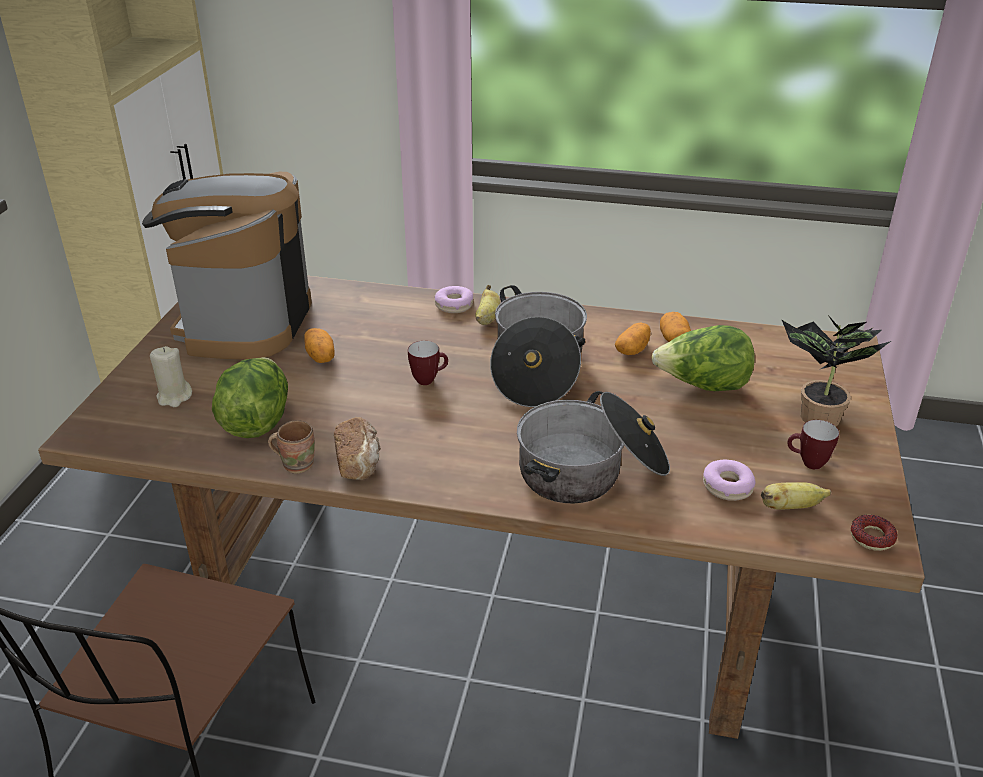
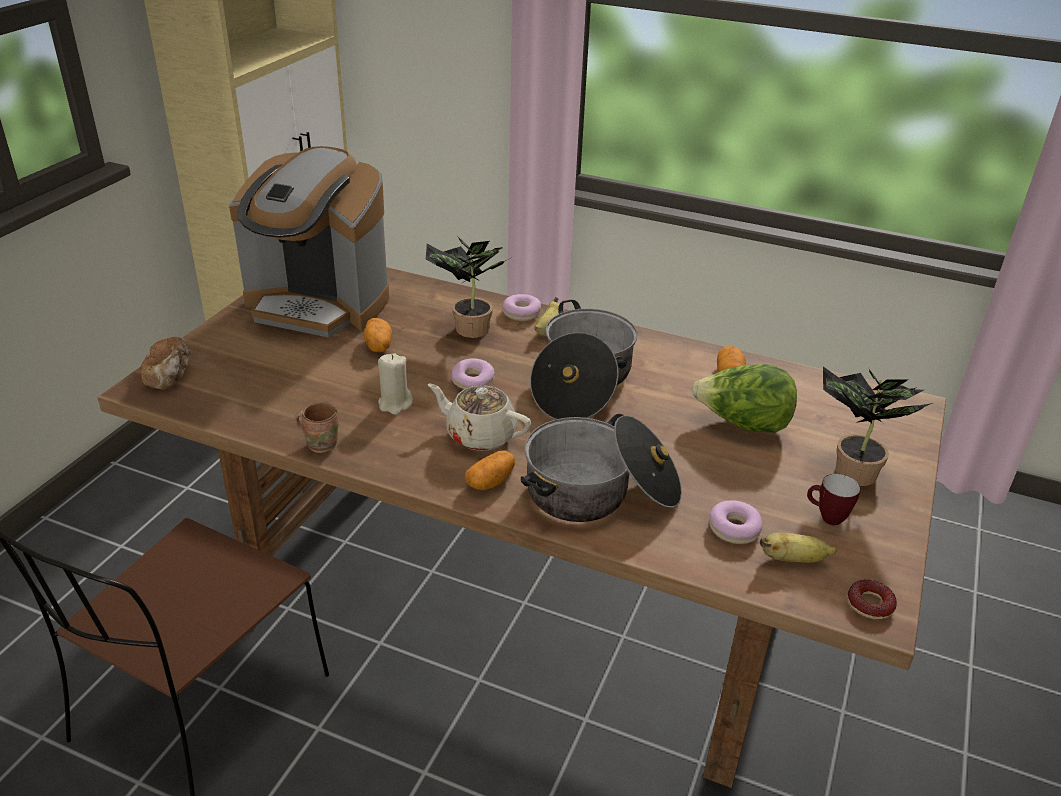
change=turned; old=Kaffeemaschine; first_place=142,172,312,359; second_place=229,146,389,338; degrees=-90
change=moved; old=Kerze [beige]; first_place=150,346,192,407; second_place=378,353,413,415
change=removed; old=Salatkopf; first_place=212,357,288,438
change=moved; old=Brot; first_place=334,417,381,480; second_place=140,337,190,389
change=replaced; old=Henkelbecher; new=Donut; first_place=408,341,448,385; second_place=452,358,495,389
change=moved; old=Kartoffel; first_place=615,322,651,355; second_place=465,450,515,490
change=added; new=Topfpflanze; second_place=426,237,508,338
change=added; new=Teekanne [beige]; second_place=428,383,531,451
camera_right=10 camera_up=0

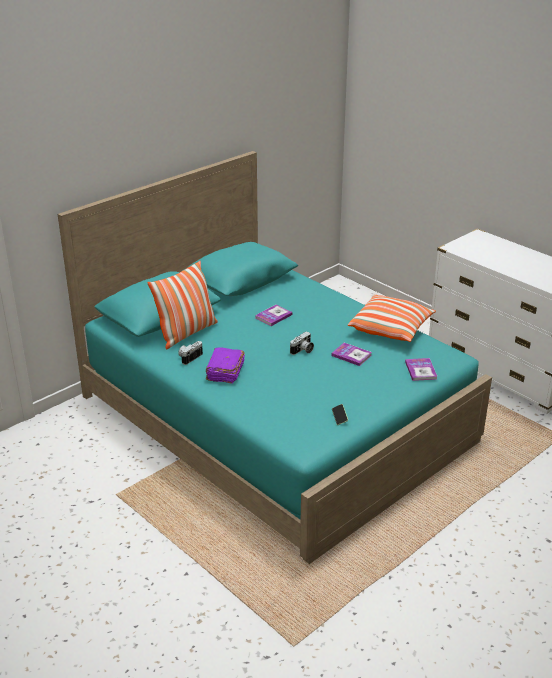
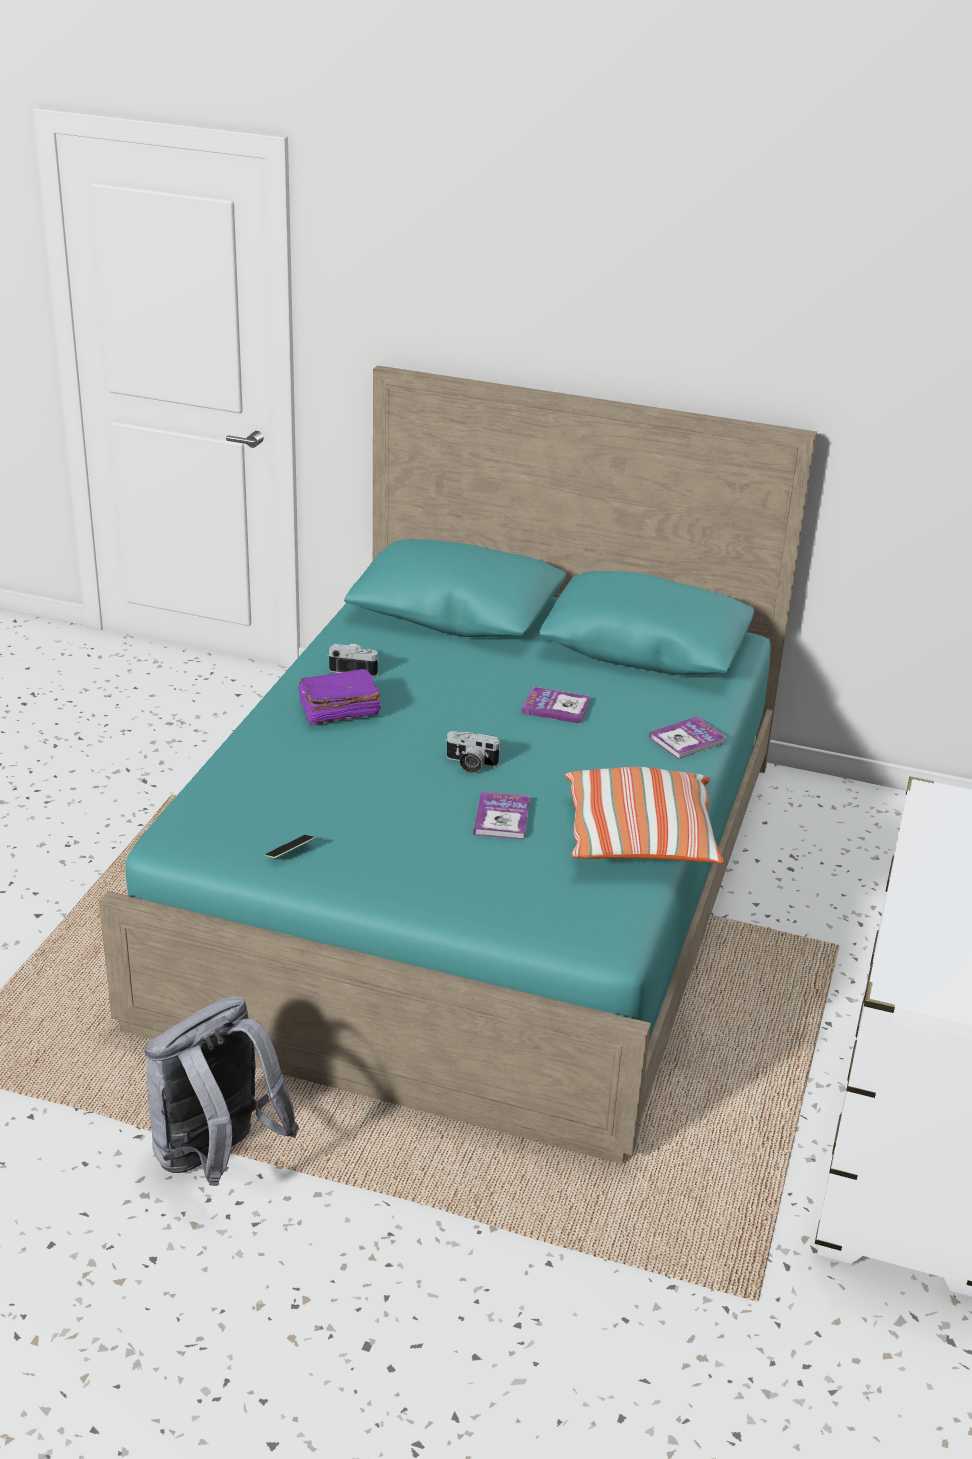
change=removed; old=Kissen; first_place=148,261,218,349
change=moved; old=Buch; first_place=405,358,438,381; second_place=649,716,727,760
change=added; new=Rucksack [grau]; second_place=144,996,299,1186
camera_right=60 camera_up=0

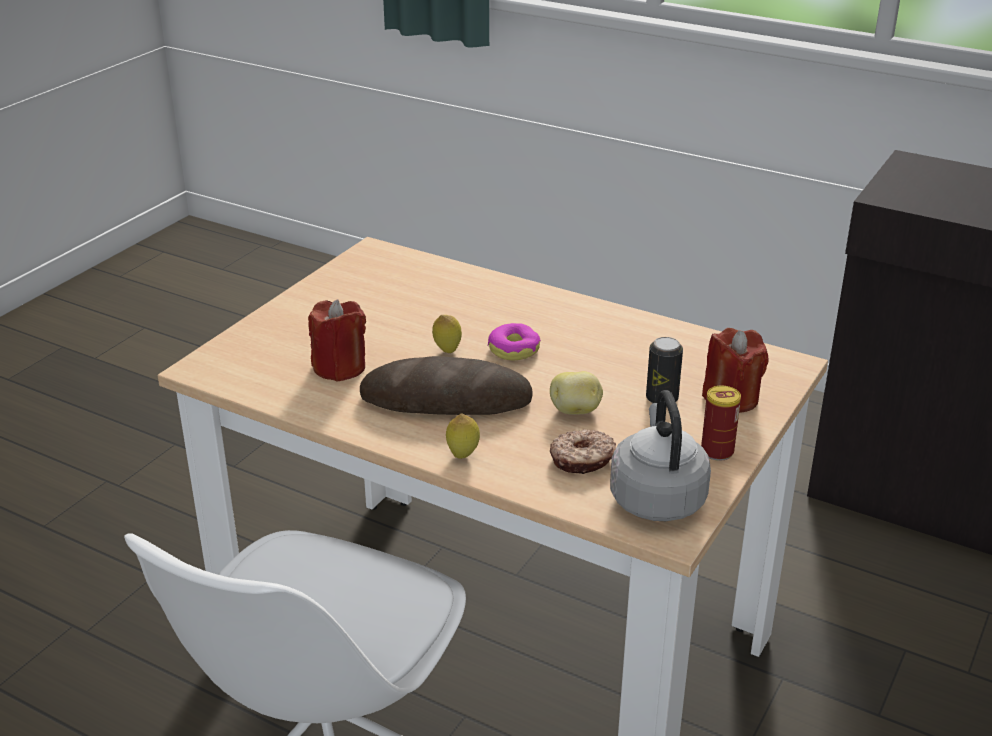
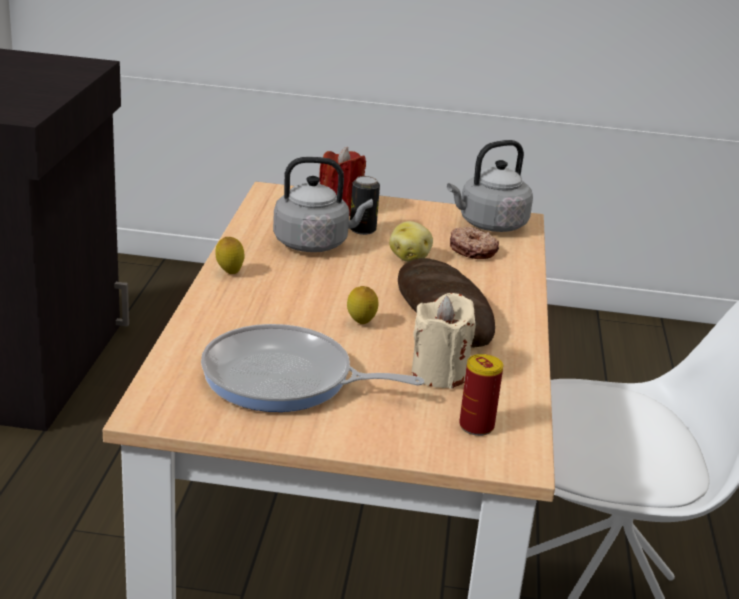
change=recoloured; old=Kerze [rot]; new=Kerze [beige]; first_place=308,299,366,382; second_place=412,293,476,389
change=moved; old=Zitrone; first_place=446,413,480,459; second_place=215,237,245,274
change=removed; old=Donut; first_place=488,323,541,360
change=moved; old=Dose; first_place=701,386,741,461; second_place=459,354,503,436
change=added; new=Pfanne; second_place=201,324,424,412
change=added; new=Wasserkessel [grau]; second_place=273,157,373,252
camera_right=-115 camera_up=-5

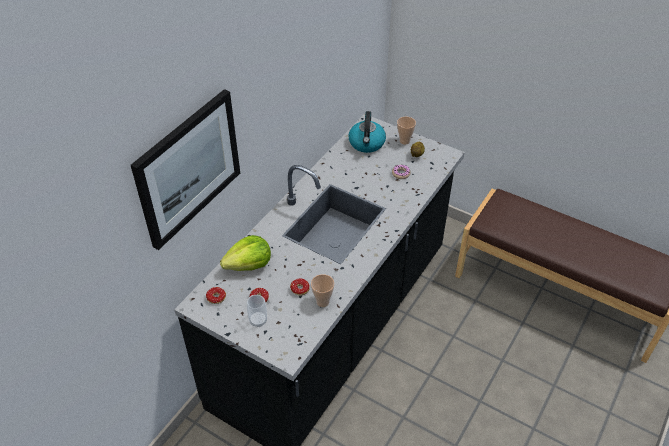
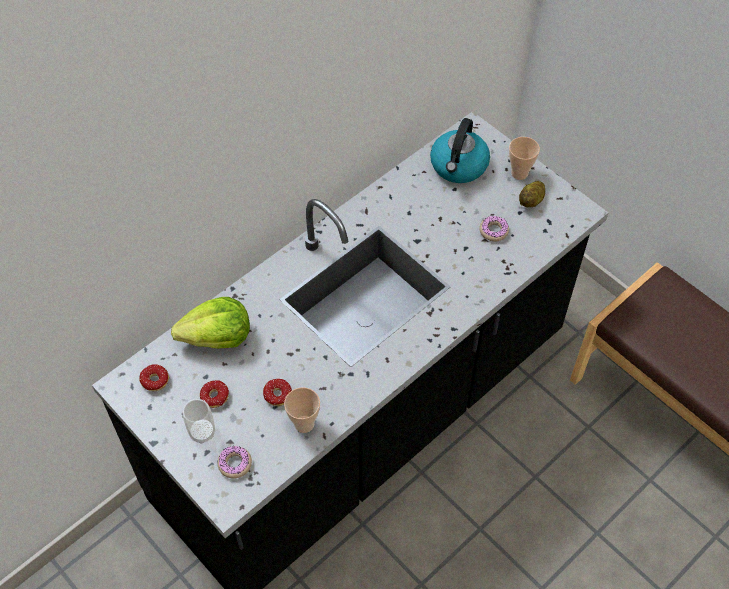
change=removed; old=Bild; first_place=131,89,240,250
change=added; new=Donut; second_place=218,446,252,479
camera_right=15 camera_up=10

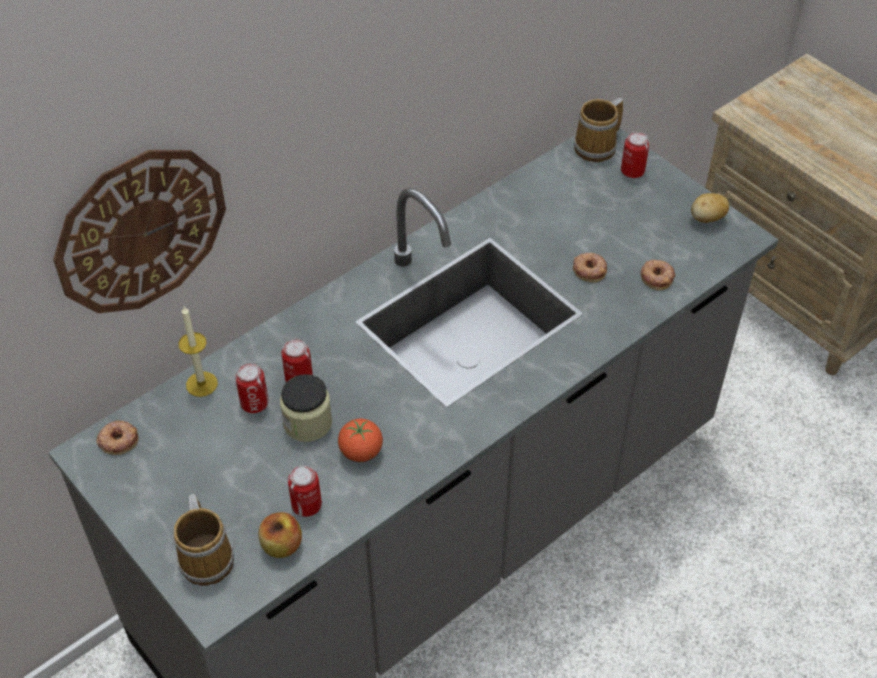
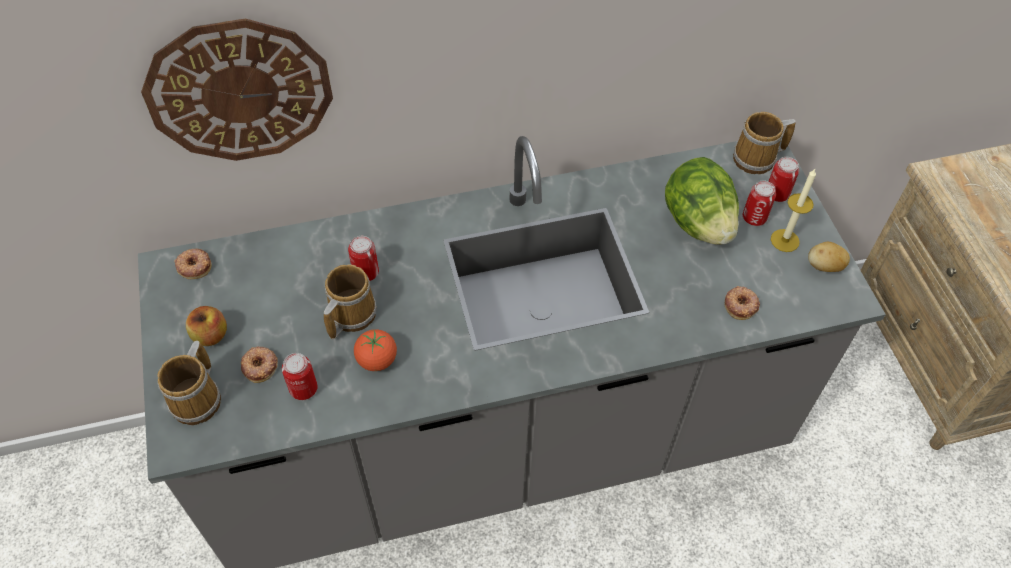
change=moved; old=Kerze; first_place=178,306,218,397; second_place=771,169,816,252
change=moved; old=Dose; first_place=235,363,269,413; second_place=743,180,776,226
change=moved; old=Apfel; first_place=258,512,302,558; second_place=186,306,227,346
change=replaced; old=Vorratsglas; new=Henkelbecher; first_place=280,374,332,442; second_place=324,264,377,339
change=moved; old=Donut; first_place=573,253,607,282; second_place=240,347,278,383
change=added; new=Salatkopf; second_place=665,157,739,245
camera_right=25 camera_up=5

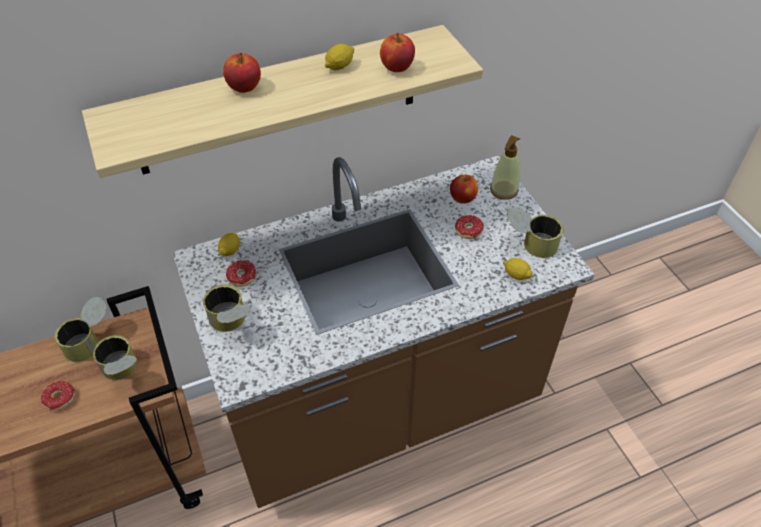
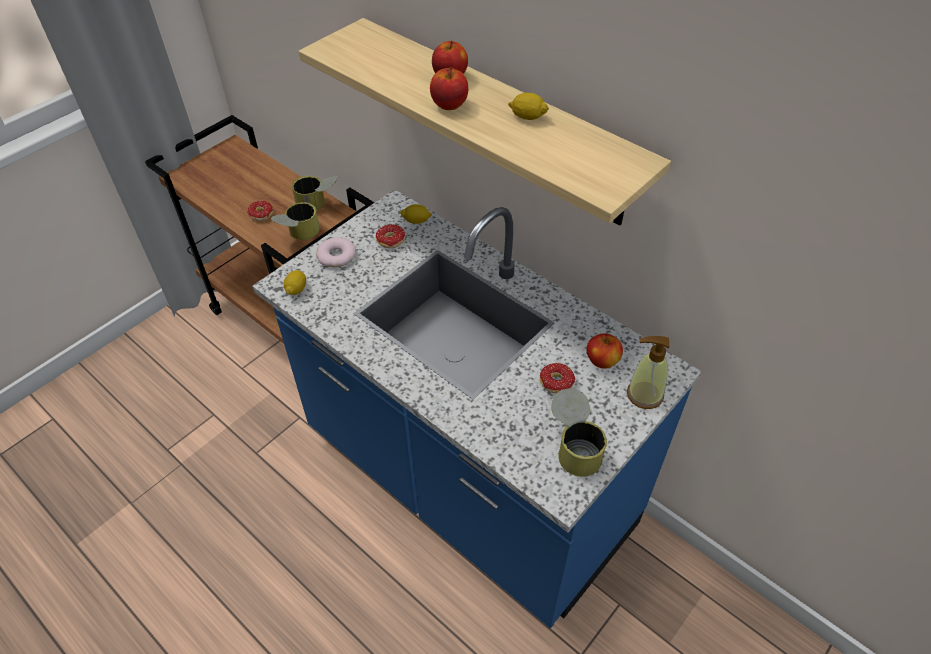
change=recoloured; old=Küchenzeile [braun]; new=Küchenzeile [blau]; first_place=172,156,595,508; second_place=252,189,702,628
change=replaced; old=Dose; new=Donut; first_place=203,284,251,332; second_place=316,238,356,267
change=moved; old=Apfel; first_place=380,32,415,72; second_place=430,67,468,110
change=moved; old=Zitrone; first_place=503,258,533,280; second_place=284,270,306,295
camera_right=65 camera_up=0

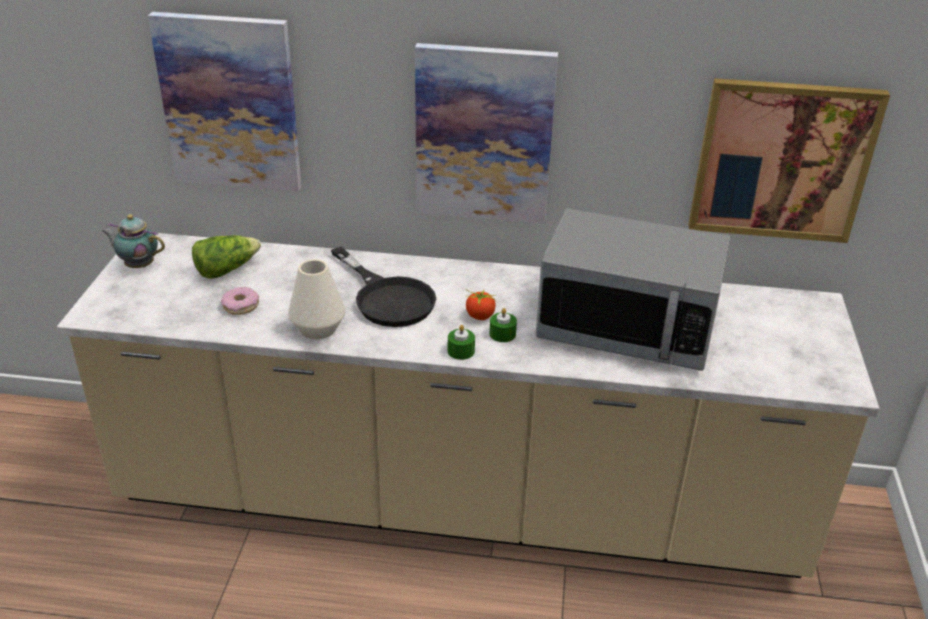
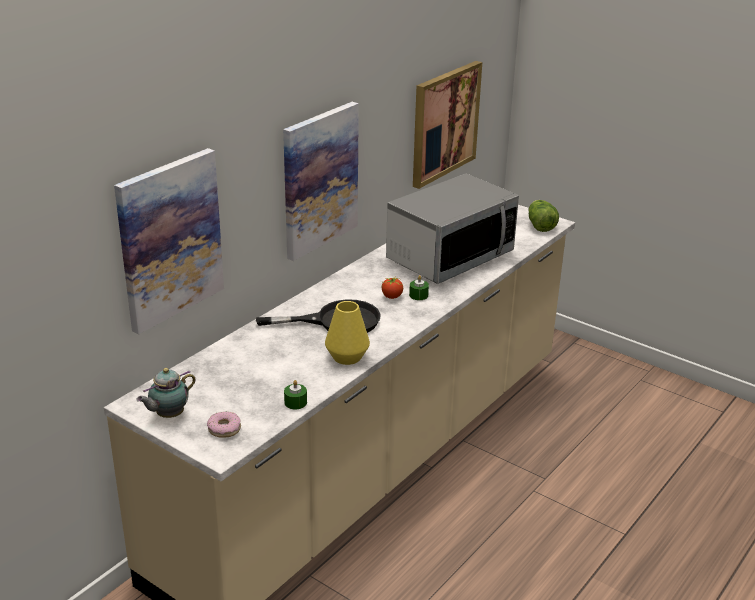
change=moved; old=Salatkopf; first_place=192,235,261,279; second_place=528,200,559,232
change=moved; old=Donut; first_place=221,287,259,315; second_place=207,412,241,438
change=recoloured; old=Vase [weiß]; new=Vase [gelb]; first_place=288,259,345,339; second_place=325,301,370,365
change=moved; old=Kerze [grün]; first_place=448,325,475,360; second_place=284,380,307,410
camera_right=-60 camera_up=-5

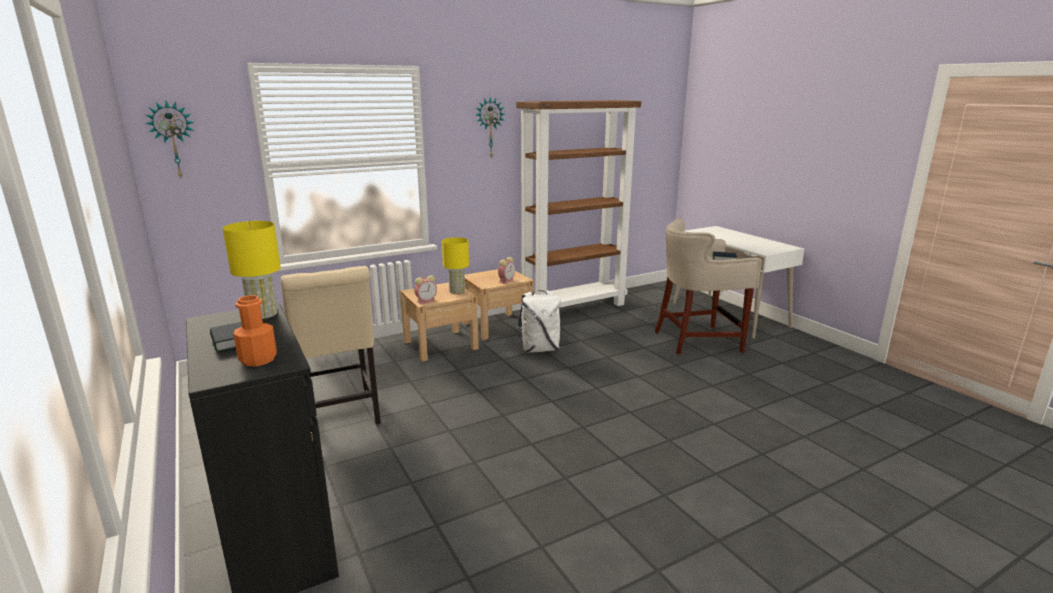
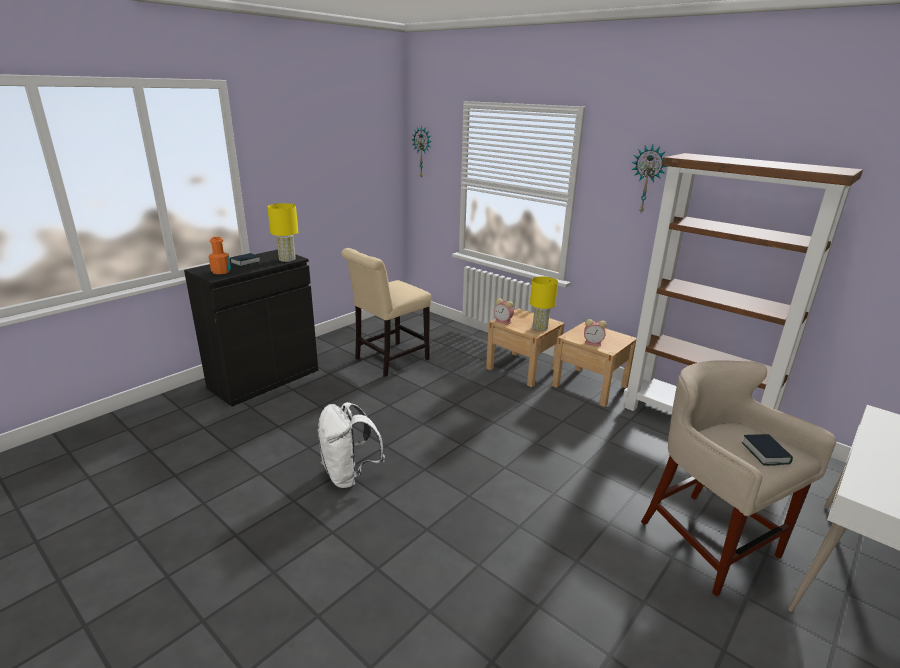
change=moved; old=Rucksack [weiß]; first_place=517,290,561,353; second_place=318,402,385,489
camera_right=70 camera_up=5

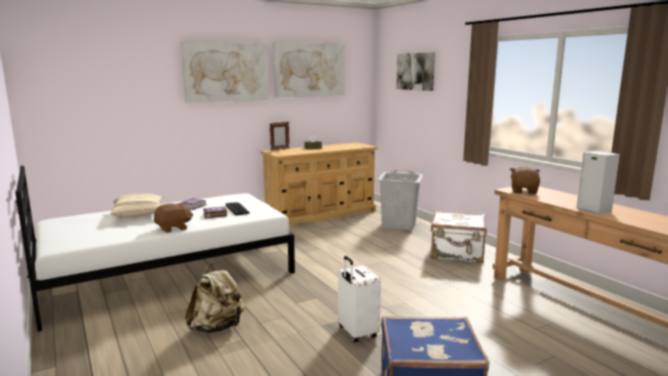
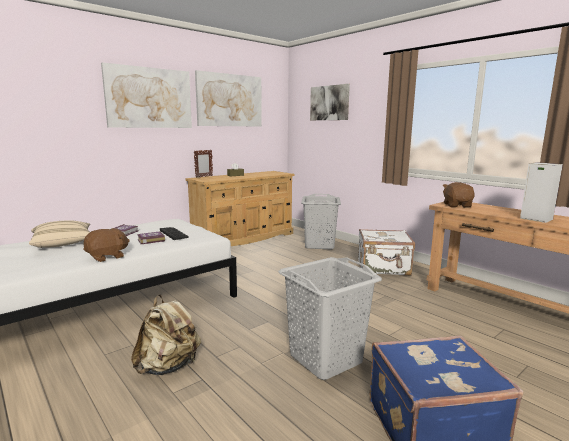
change=replaced; old=Koffer [weiß]; new=Wäschekorb [grau]; first_place=338,256,381,342; second_place=278,257,382,380
camera_right=-10 camera_up=0

